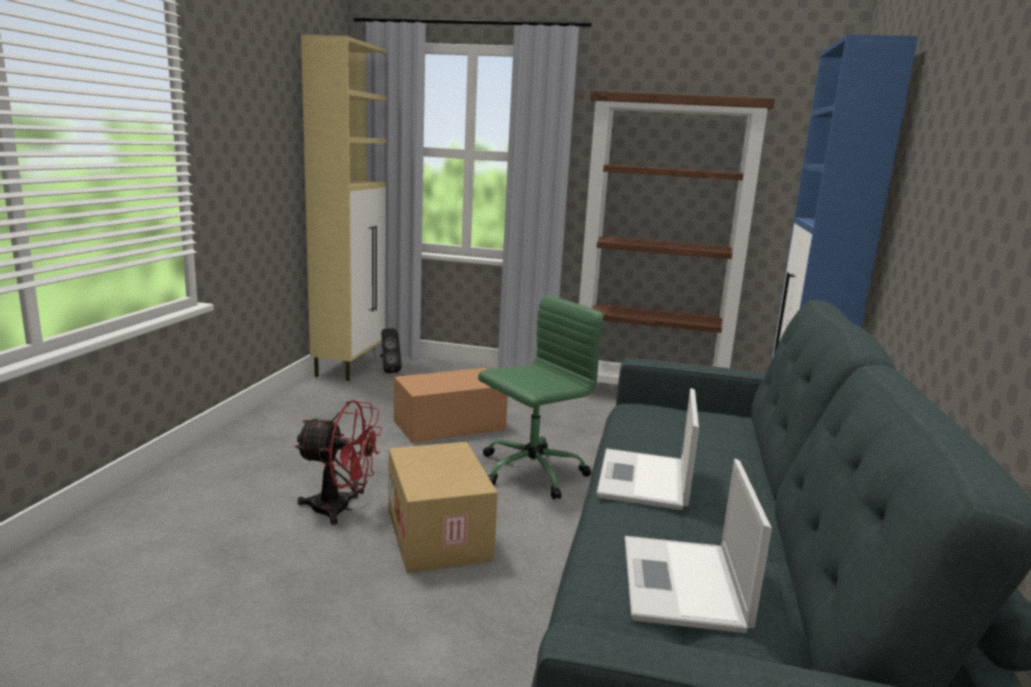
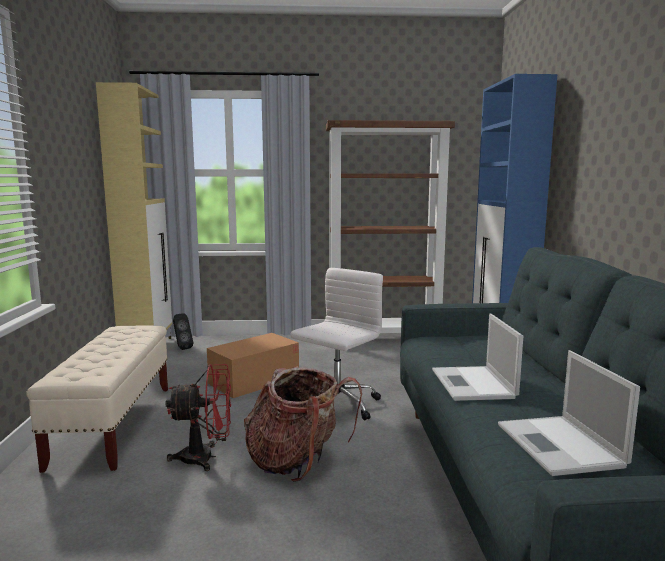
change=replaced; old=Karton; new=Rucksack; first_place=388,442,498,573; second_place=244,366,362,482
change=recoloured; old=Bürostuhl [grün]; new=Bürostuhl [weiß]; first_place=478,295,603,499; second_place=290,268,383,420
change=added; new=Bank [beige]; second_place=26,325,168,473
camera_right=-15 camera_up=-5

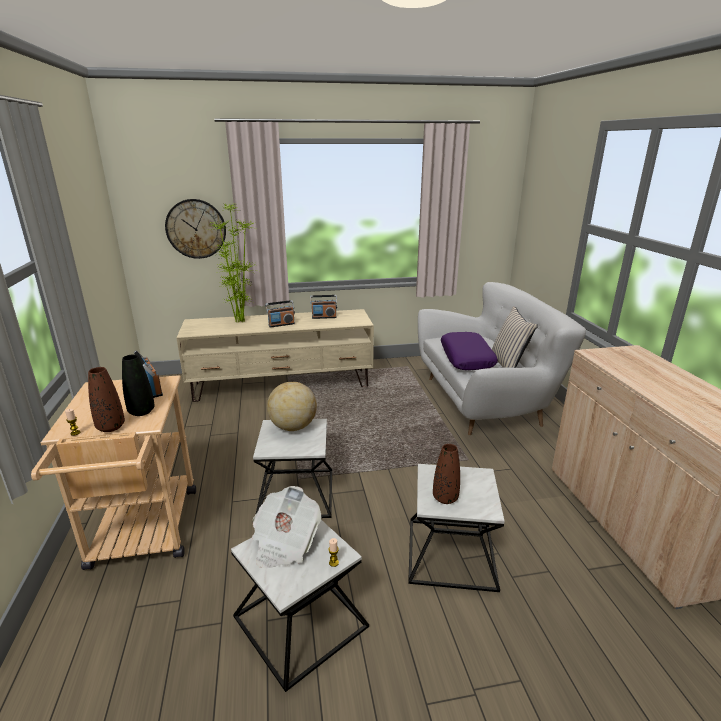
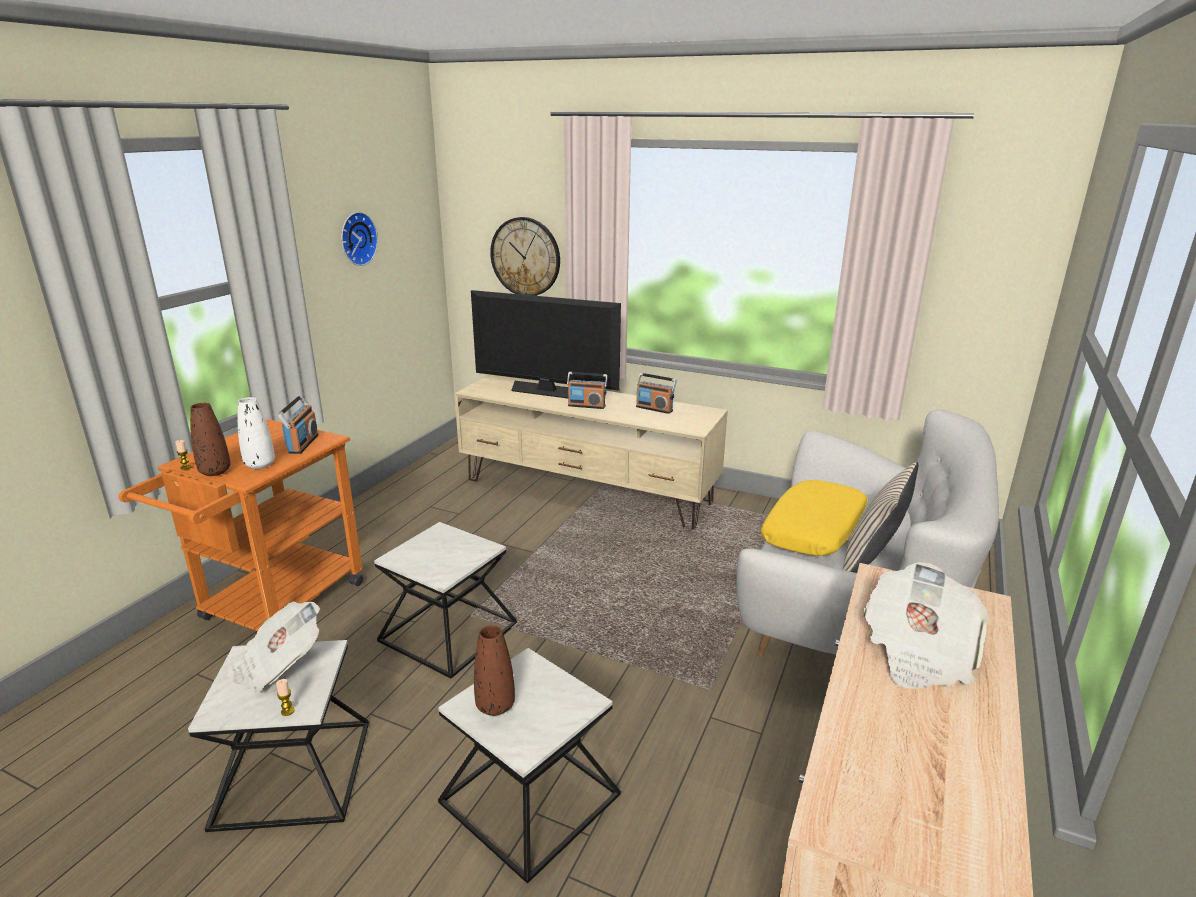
change=recoloured; old=Rollwagen [beige]; new=Rollwagen [orange]; first_place=31,375,196,570; second_place=119,419,363,631
change=recoloured; old=Vase [schwarz]; new=Vase [weiß]; first_place=122,354,155,416; second_place=238,397,275,469
change=replaced; old=Topfpflanze; new=Fernseher; first_place=208,203,258,322; second_place=471,290,621,398
change=removed; old=Globus; first_place=267,382,317,431
change=recoloured; old=Kissen [lila]; new=Kissen [gelb]; first_place=441,332,498,370; second_place=761,480,868,556
change=added; new=Wanduhr; second_place=341,212,378,266
change=added; new=Zeitung; second_place=864,562,990,689
camera_right=35 camera_up=0

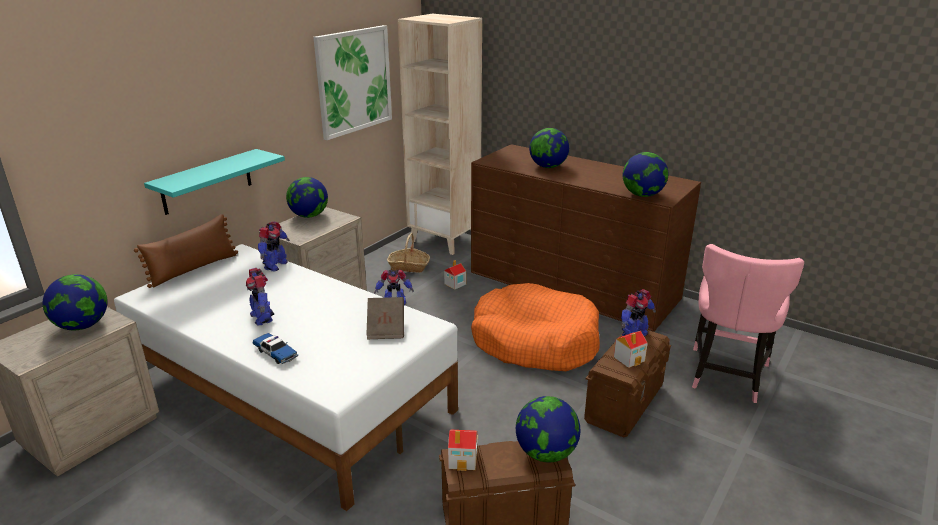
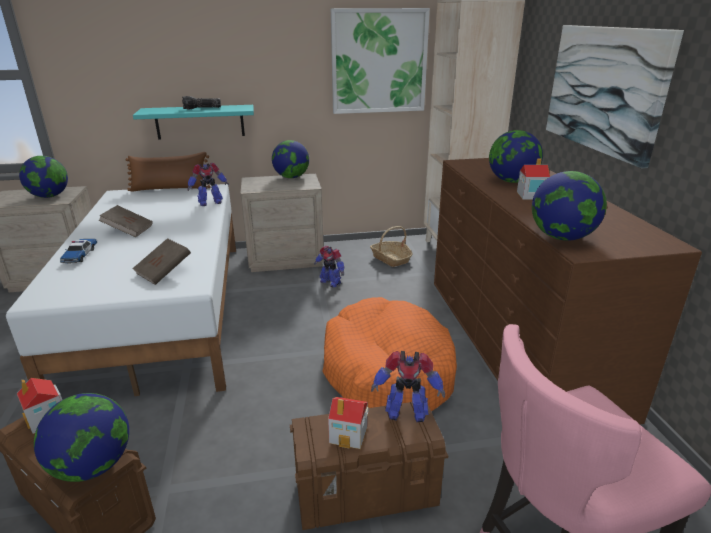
change=replaced; old=Spielzeugroboter; new=Buch [braun]; first_place=246,268,274,326; second_place=99,205,153,237
change=moved; old=Spielzeughaus; first_place=444,260,466,290; second_place=517,158,550,200
change=added; new=Taschenlampe; second_place=182,96,221,110
change=added; new=Bild; second_place=546,25,684,169
camera_right=45 camera_up=0

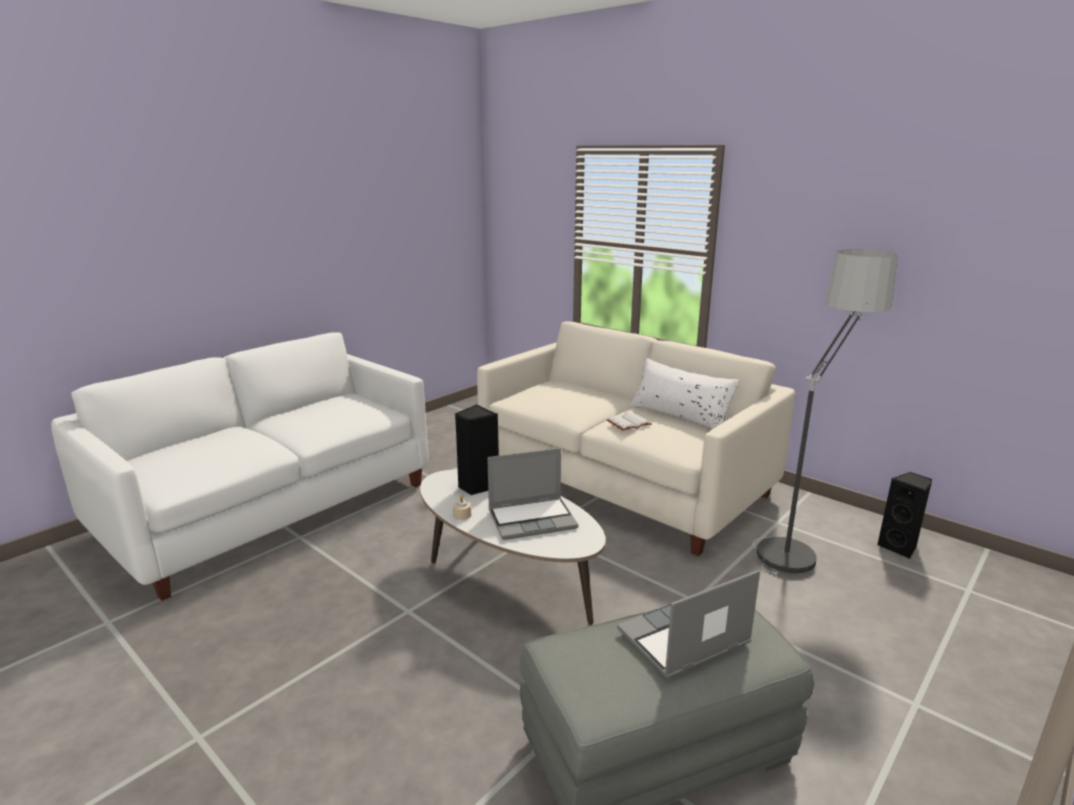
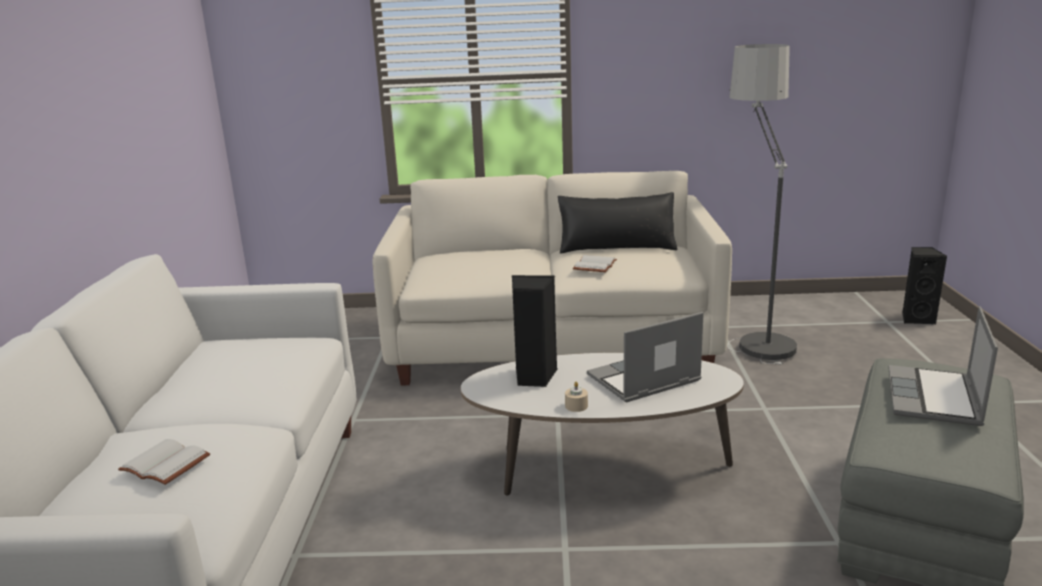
change=turned; old=Laptop; first_place=487,448,579,540; second_place=587,312,704,402; degrees=-150
change=recoloured; old=Kissen [weiß]; new=Kissen [schwarz]; first_place=630,358,740,429; second_place=558,192,678,254
change=moved; old=Lautsprecher [schwarz]; first_place=877,472,932,559; second_place=902,247,947,325
change=added; new=Buch [weiß]; second_place=118,439,210,485
camera_right=-40 camera_up=0

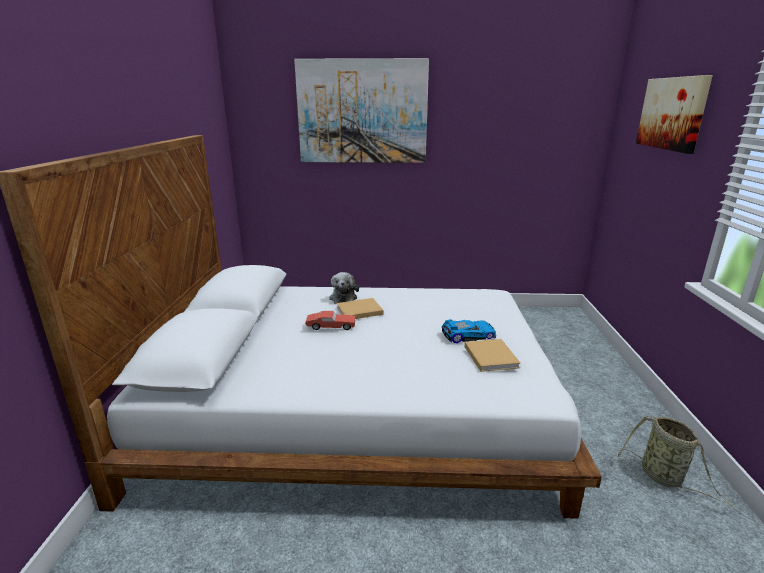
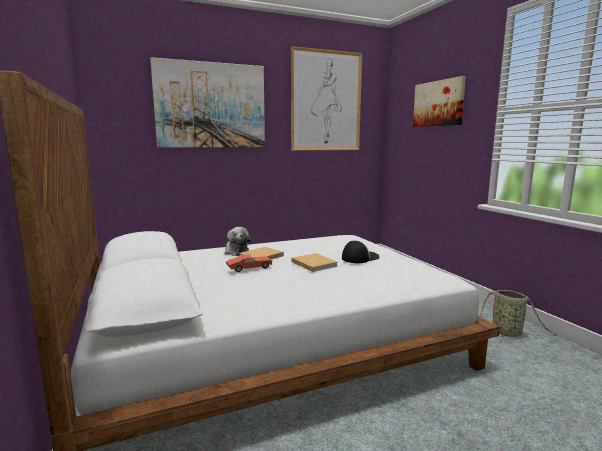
change=replaced; old=Spielzeugauto; new=Kappe; first_place=442,319,496,343; second_place=342,240,379,263
change=moved; old=Buch [beige]; first_place=465,339,520,372; second_place=292,253,337,272
change=added; new=Bild; second_place=291,46,362,151
camera_right=-25 camera_up=-10

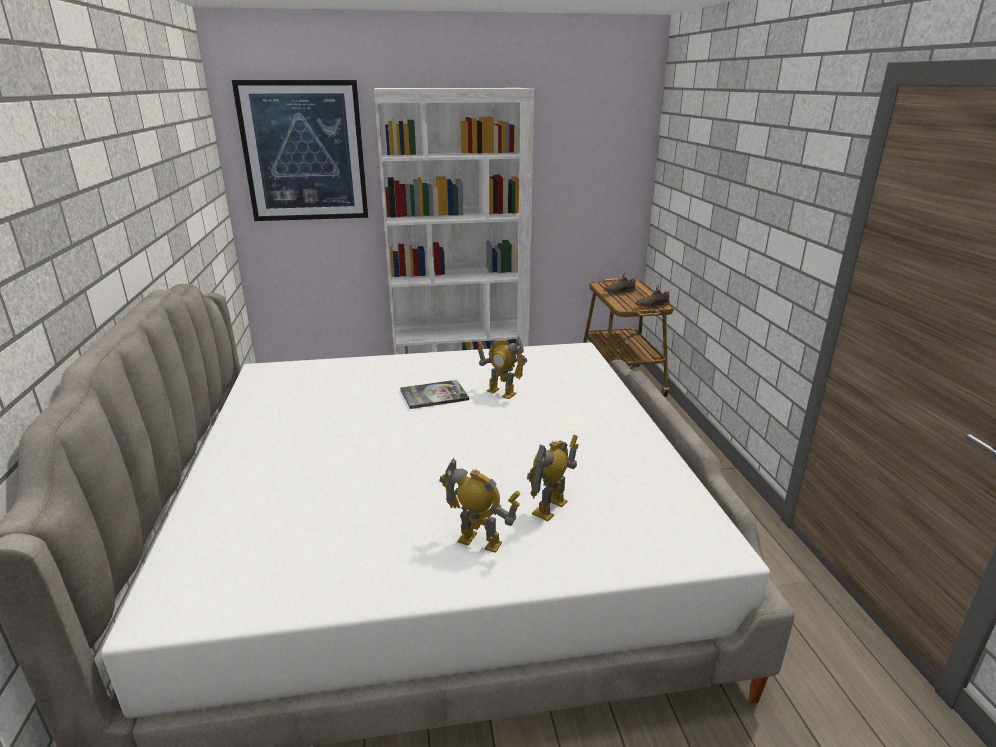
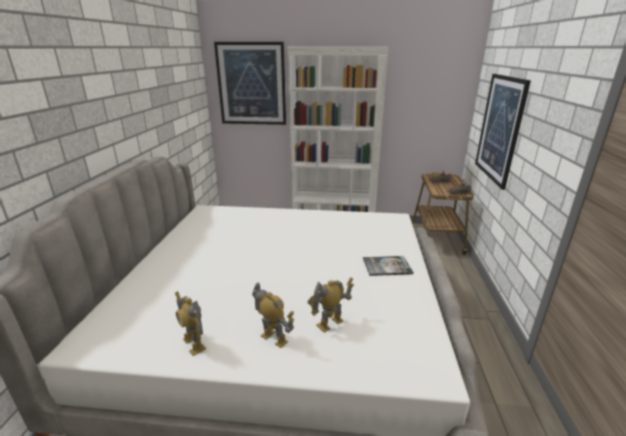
change=moved; old=Buch; first_place=400,380,469,409; second_place=363,256,414,276
change=moved; old=Spielzeugroboter; first_place=478,337,527,399; second_place=175,291,206,356
change=added; new=Bild; second_place=475,74,531,190
camera_right=15 camera_up=0

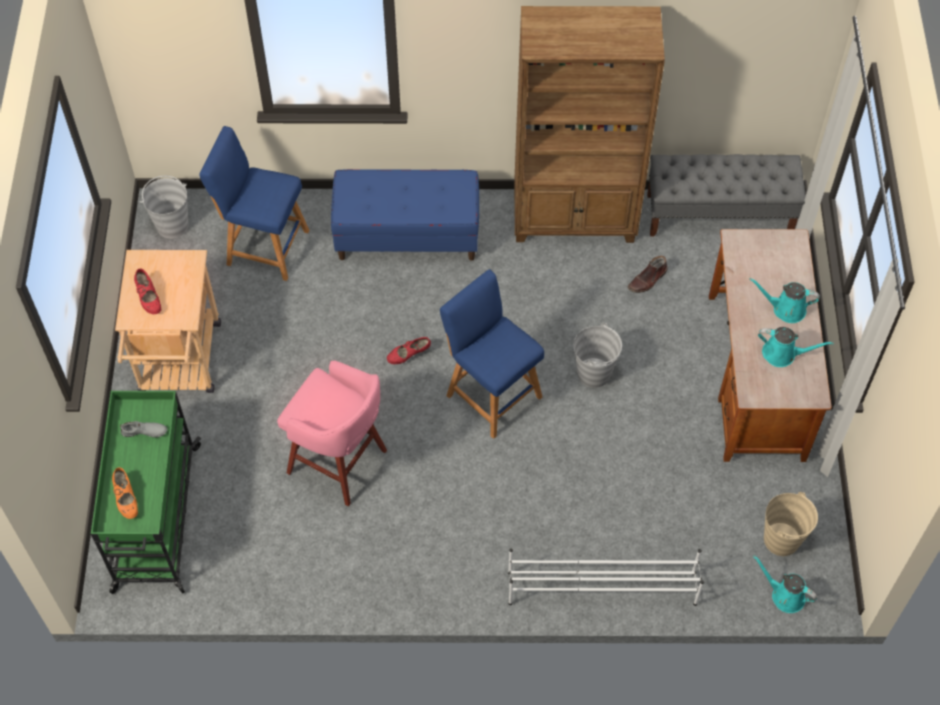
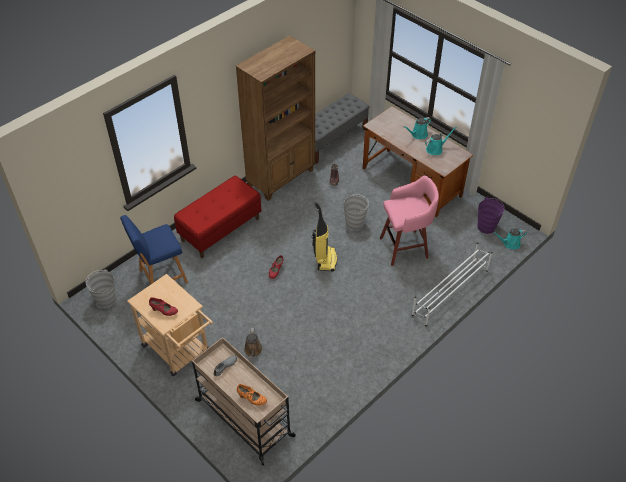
change=recoloured; old=Rollwagen [grün]; new=Rollwagen [beige]; first_place=91,391,201,594; second_place=192,337,296,465
change=moved; old=Hocker [rosa]; first_place=277,360,387,506; second_place=380,175,439,266
change=recoloured; old=Bank [blau]; new=Bank [rot]; first_place=331,169,479,261; second_place=174,176,261,258
change=replaced; old=Hocker [blau]; new=Staubsauger; first_place=440,269,544,439; second_place=312,202,337,272
change=recoloured; old=Eimer [beige]; new=Eimer [lila]; first_place=764,492,818,556; second_place=477,197,505,234
change=added; new=Gießkanne [braun]; second_place=244,328,263,359
camera_right=-45 camera_up=-10

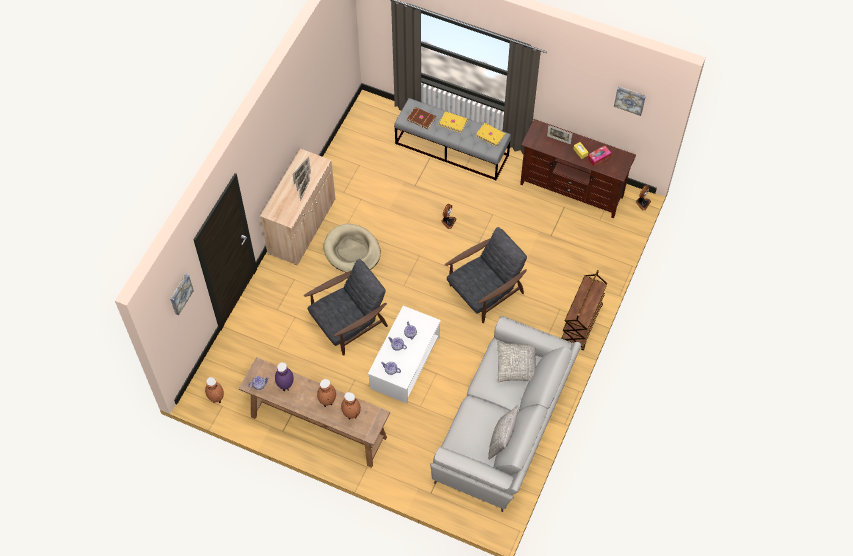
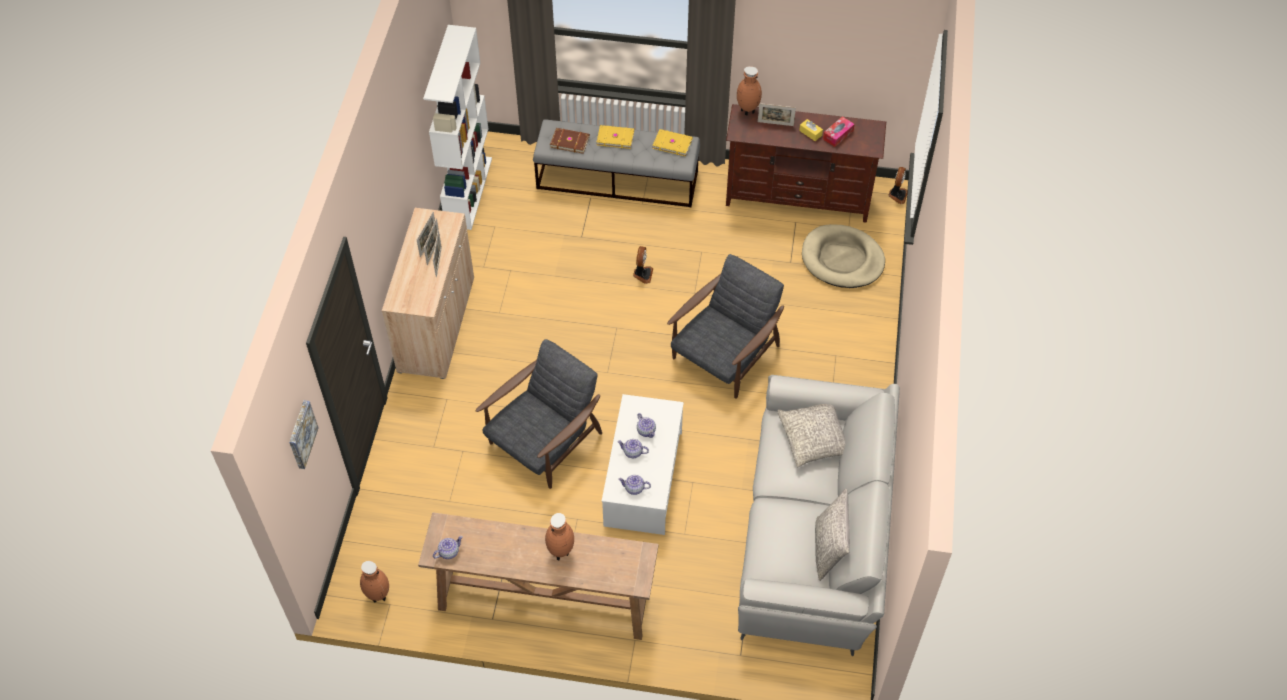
change=removed; old=Vase [lila]; first_place=275,362,294,391
change=moved; old=Hundebett [beige]; first_place=324,224,381,272; second_place=802,224,885,288
change=moved; old=Vase [braun]; first_place=341,392,361,419; second_place=737,66,762,116
change=removed; old=Rollwagen [braun]; first_place=561,270,607,350
change=removed; old=Bild; first_place=614,86,646,116
change=added; new=Bücherregal [weiß]; second_place=423,25,492,230
camera_right=-15 camera_up=-5

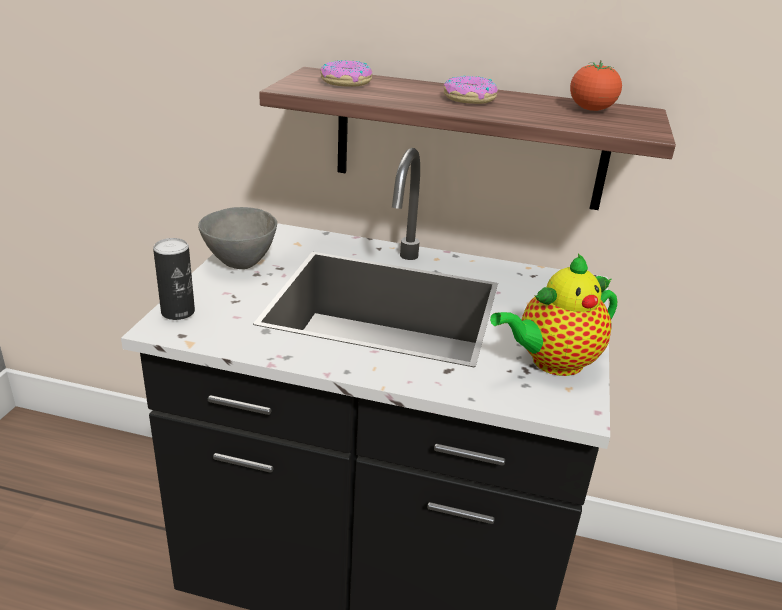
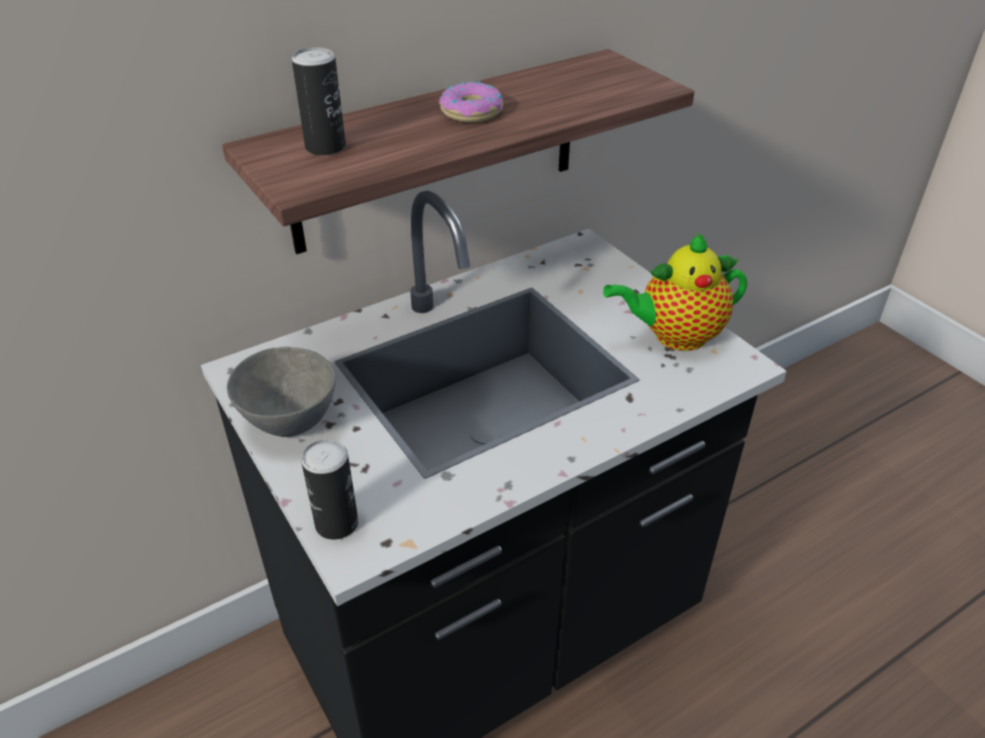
change=replaced; old=Donut; new=Dose; first_place=320,60,372,87; second_place=292,47,346,155
change=turned; old=Teekanne; first_place=490,253,617,376; second_place=603,232,747,351; degrees=60
change=removed; old=Tomate; first_place=570,60,622,111
camera_right=-45 camera_up=10

